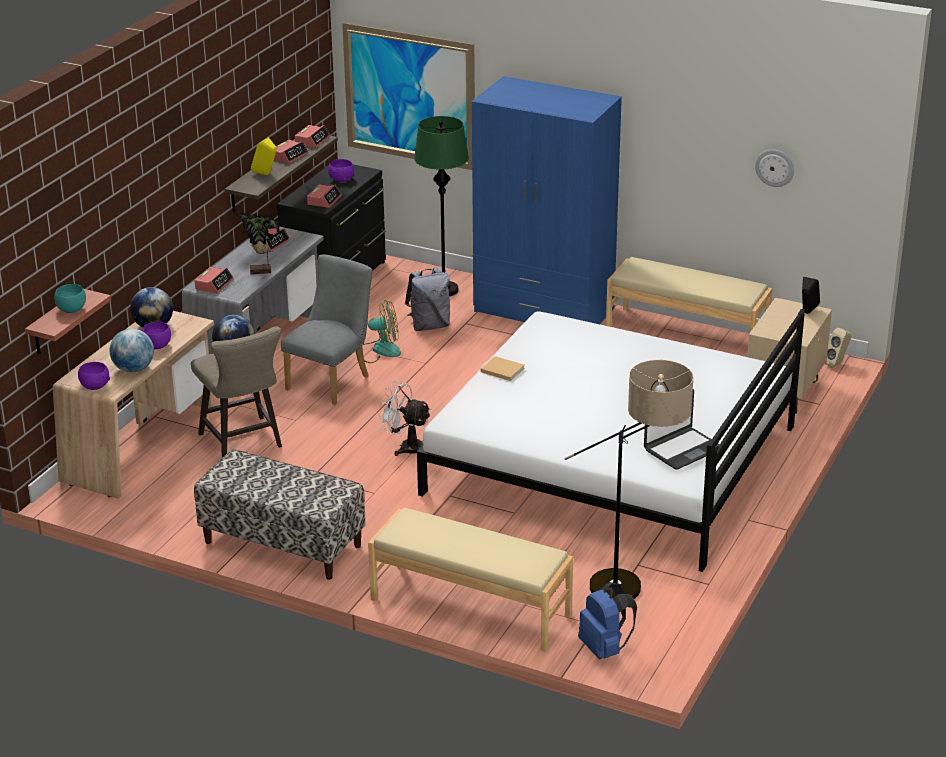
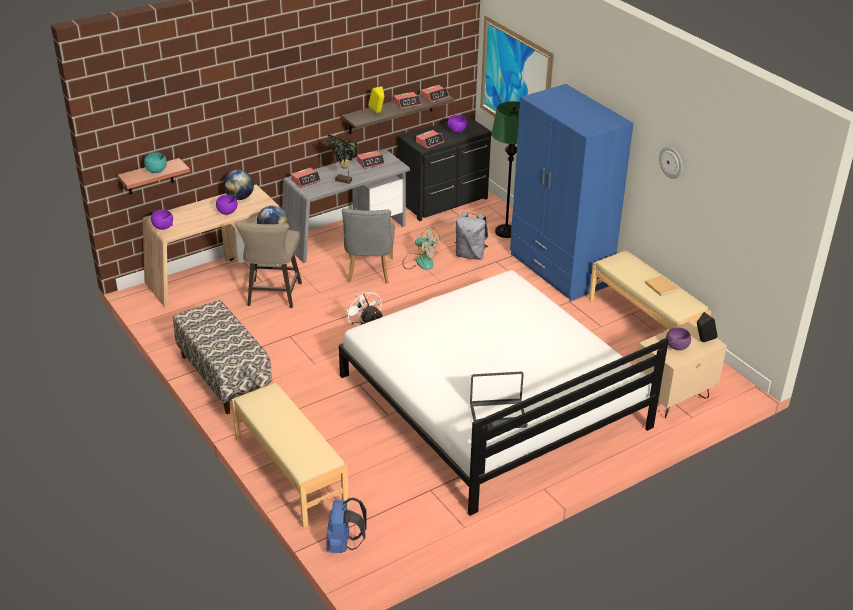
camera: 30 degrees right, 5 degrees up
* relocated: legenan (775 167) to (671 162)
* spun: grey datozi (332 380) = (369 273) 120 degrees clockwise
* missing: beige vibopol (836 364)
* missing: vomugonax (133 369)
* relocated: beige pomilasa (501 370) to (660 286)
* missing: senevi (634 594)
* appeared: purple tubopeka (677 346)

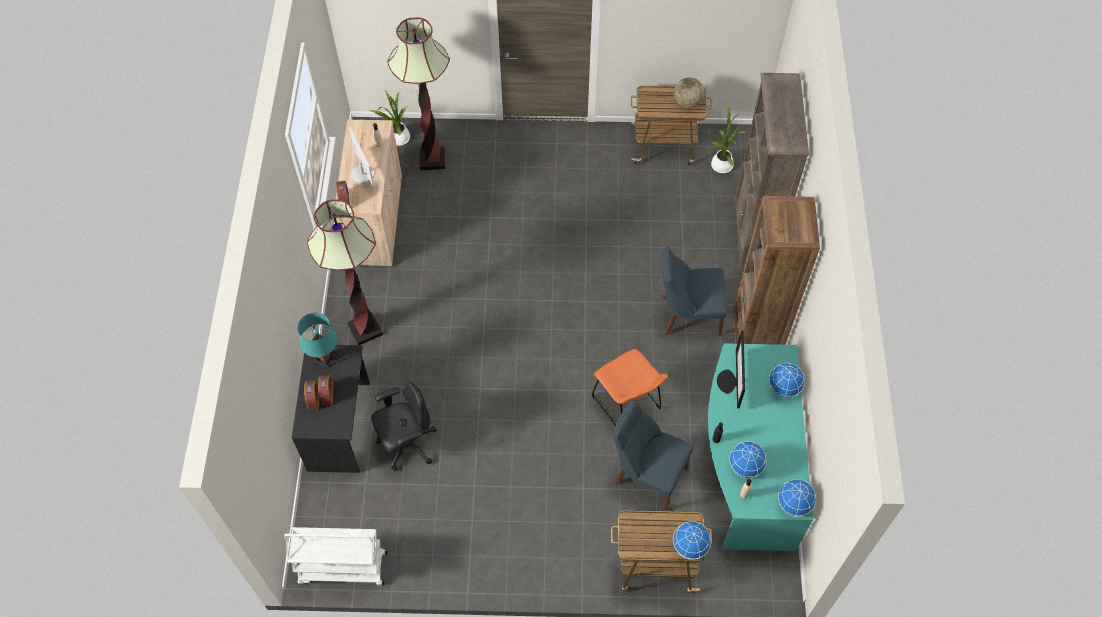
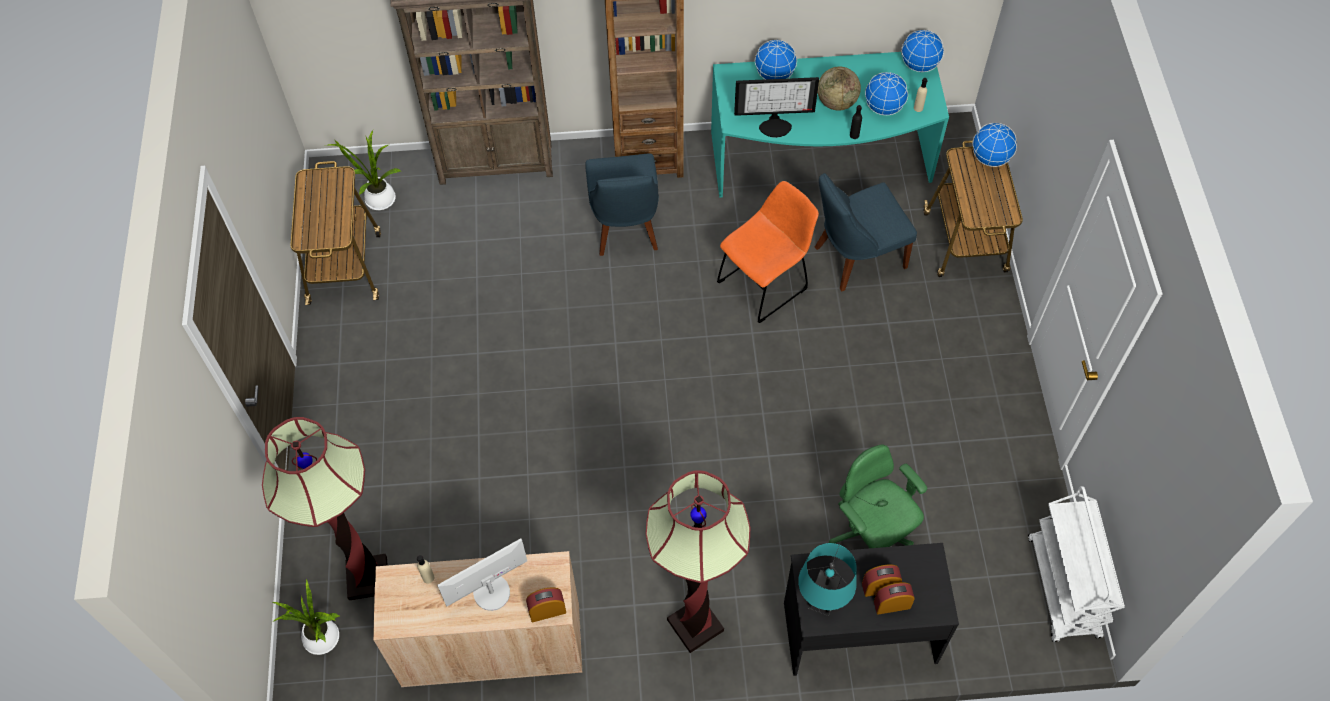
camera: 95 degrees left, 0 degrees up
* relocated: vomugonax (687 103) to (836 102)
* colour: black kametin (407 444) to green kametin (869 536)
* spun: blue datozi (647 474) = (856 258) 45 degrees clockwise

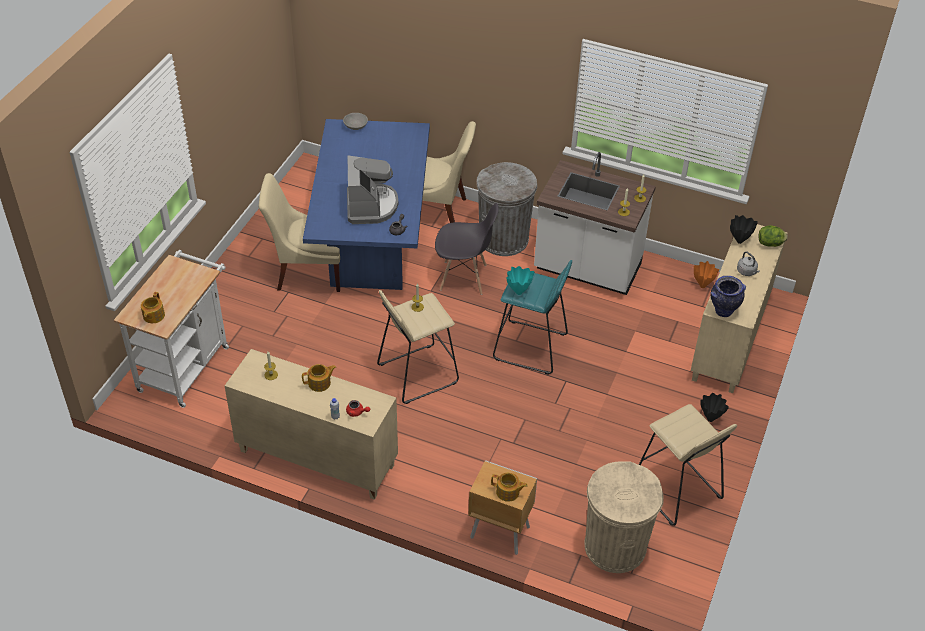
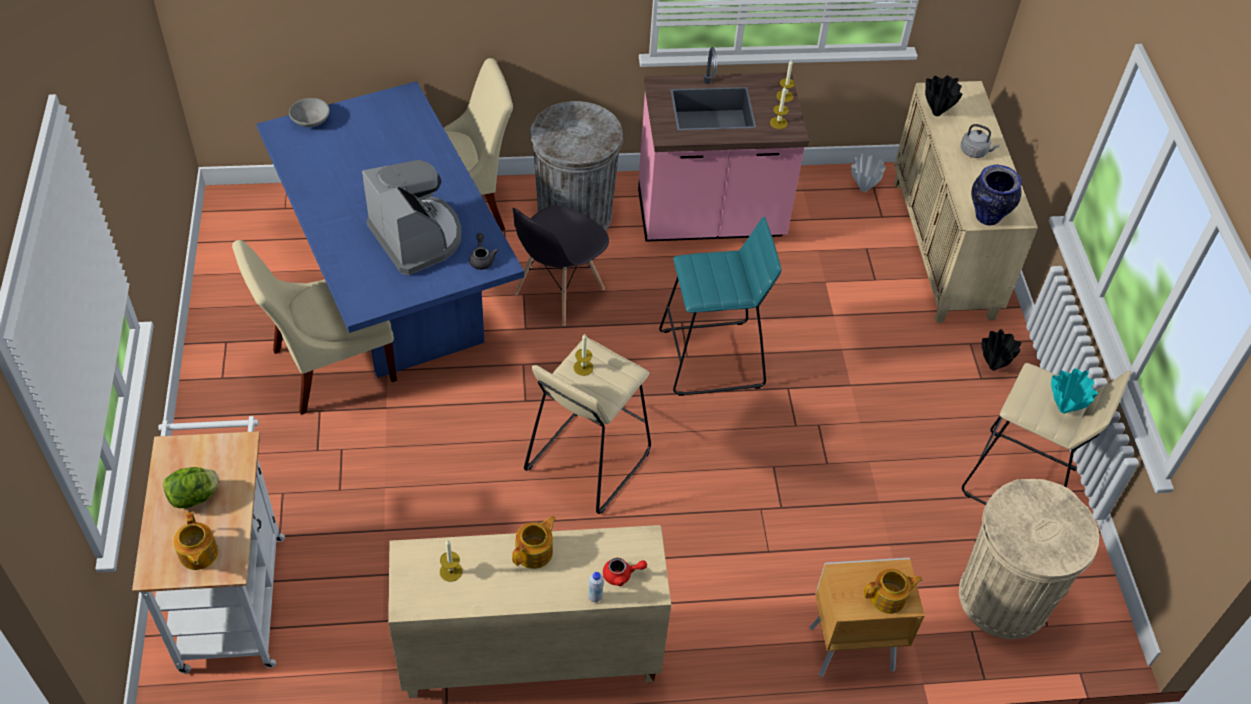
camera: 30 degrees left, 5 degrees up
* colour: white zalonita (587 269) to pink zalonita (710 219)
* spun: grey datozi (464 278) = (558 292) 150 degrees clockwise
* relocated: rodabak (770 244) to (194 497)
* colour: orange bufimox (702 285) to white bufimox (863 188)
* relocated: turquoise bufimox (518 292) to (1062 410)

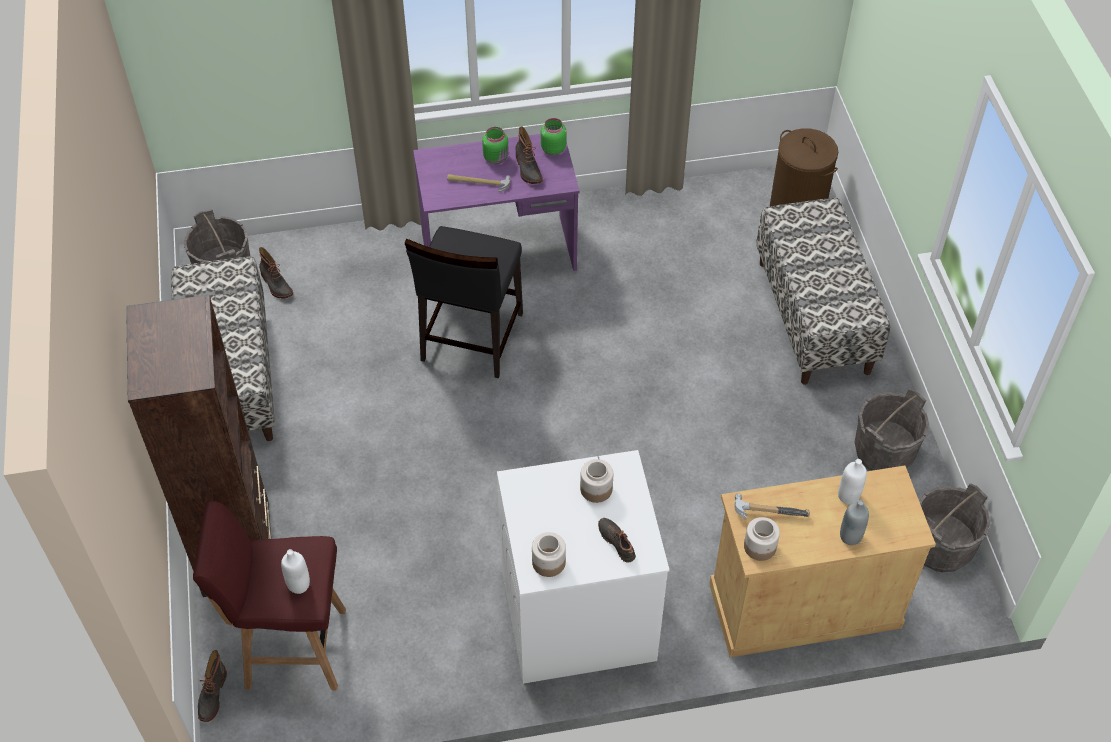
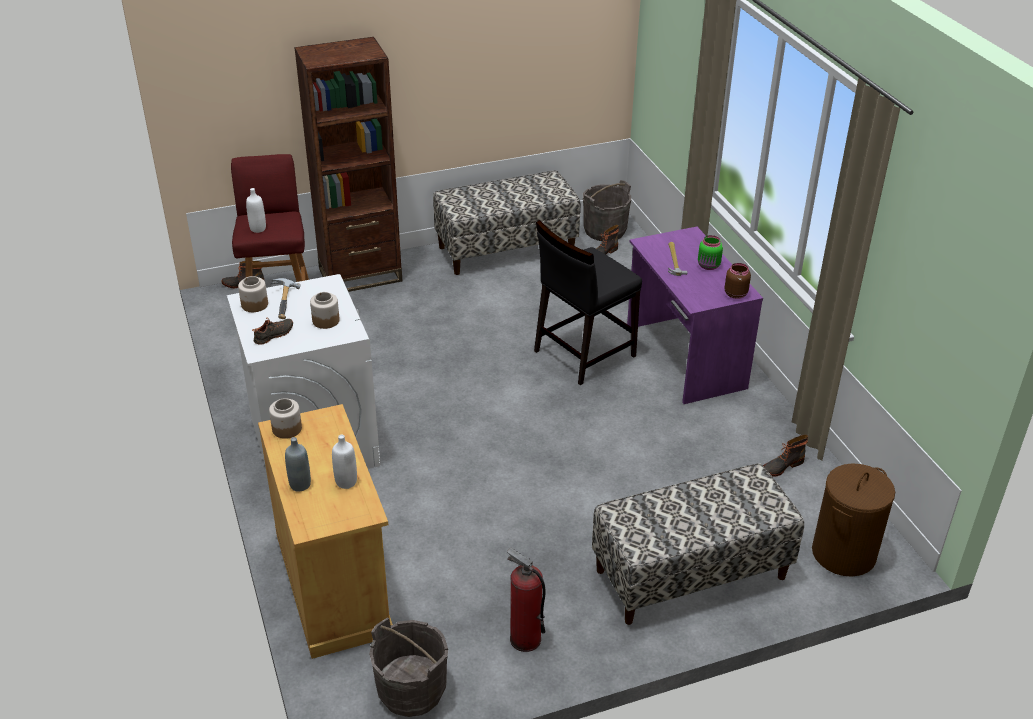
camera: 80 degrees right, 15 degrees down
* colour: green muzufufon (552 149) to brown muzufufon (736 294)
* relocated: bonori (527 169) to (781 466)
* spun: black datozi (471 337) = (583 353) 45 degrees counterclockwise
* exchanged: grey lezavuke (884 452) to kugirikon (525 639)
* relocated: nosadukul (767 510) to (287 302)

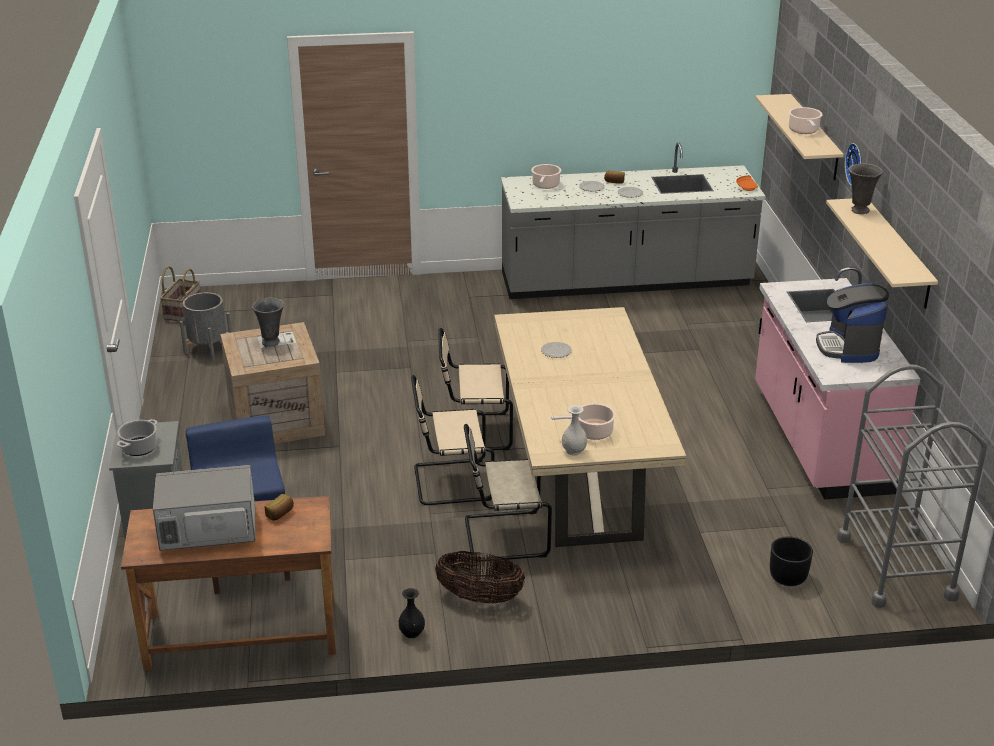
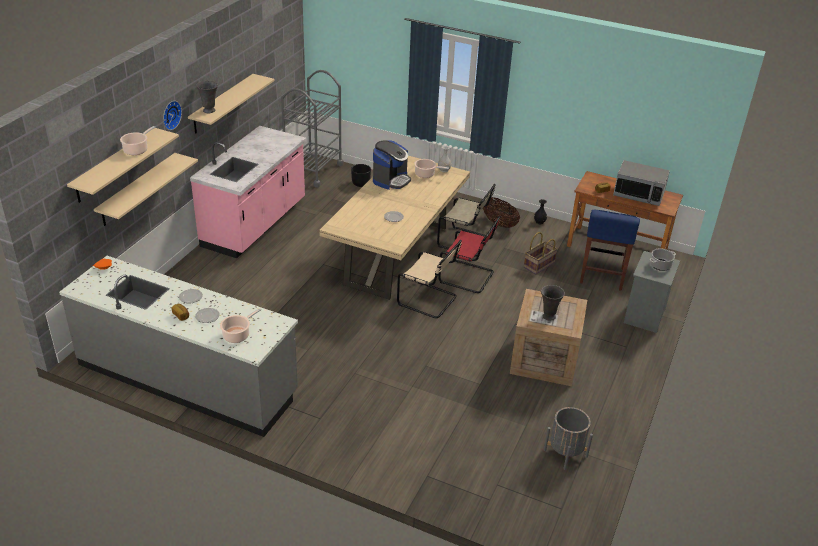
camera: 150 degrees left, 5 degrees up
* relocated: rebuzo (182 311) to (539 265)
* relocated: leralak (848 348) to (391 180)
* colour: beige datozi (449 483) to red datozi (468 277)
* appeared: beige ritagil (137 189)

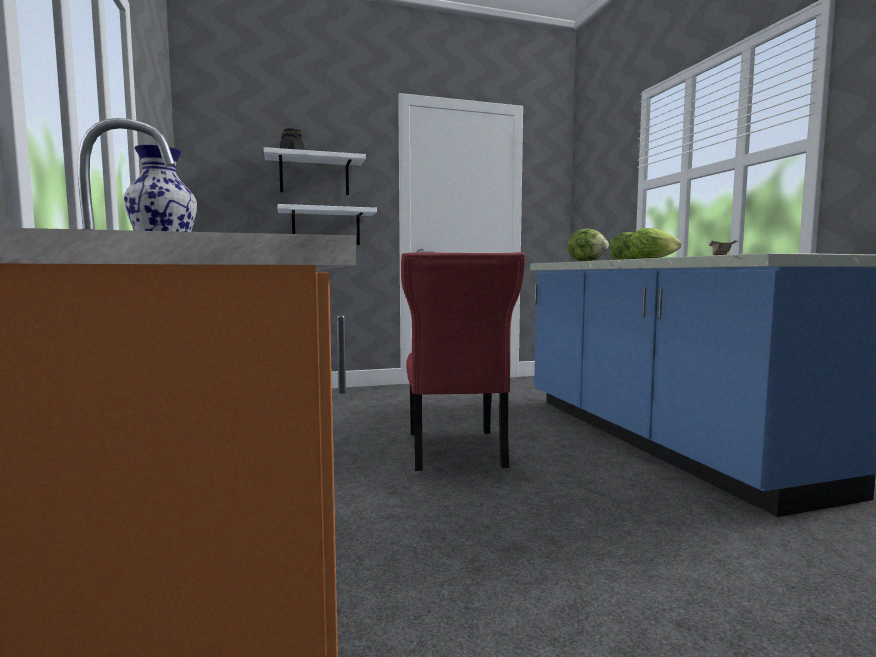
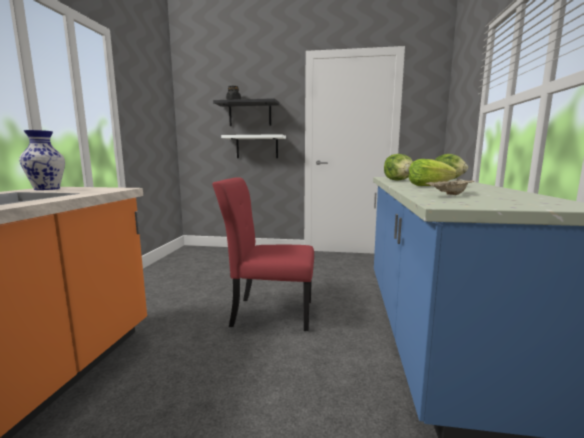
camera: 25 degrees right, 5 degrees up
* colour: white ritagil (314 176) to black ritagil (250 114)
* spun: red datozi (455 452) = (269 313) 75 degrees clockwise

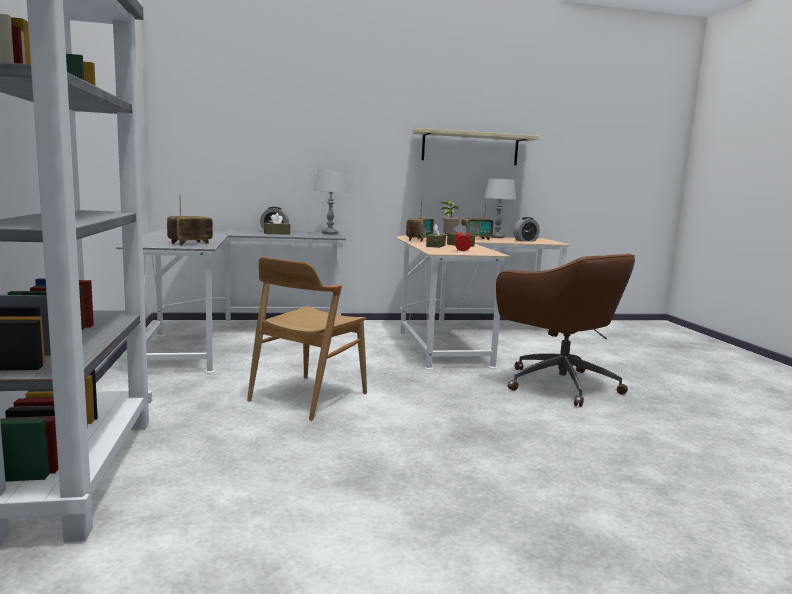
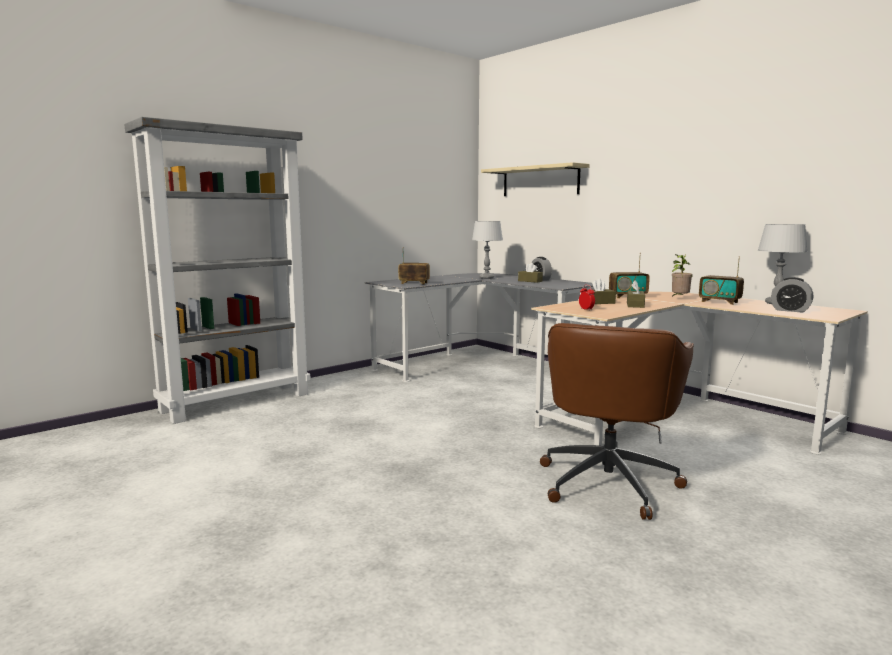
camera: 60 degrees right, 0 degrees up
* relocated: beige ritagil (470 148) to (540 181)
* relocated: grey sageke (330 233) to (487 278)
* missing: brown datozi (307 397)

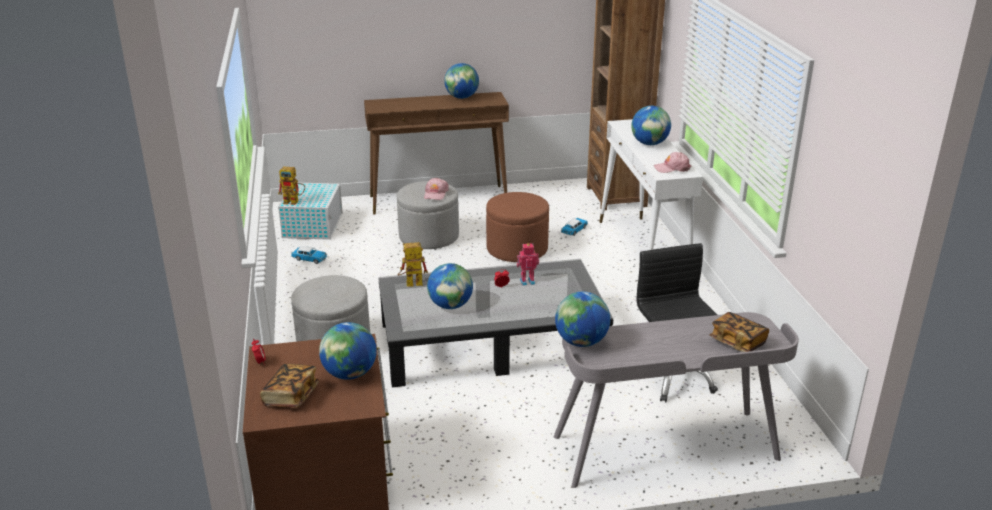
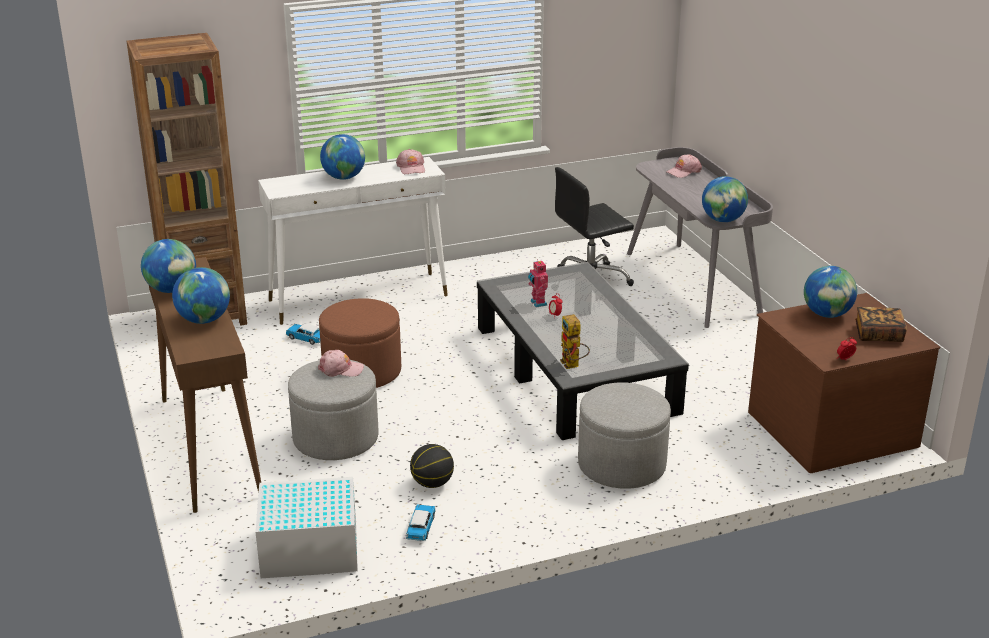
camera: 100 degrees left, 0 degrees up
* missing: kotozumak (294 201)
* relocated: vomugonax (450 305) to (204 320)
* exchanged: pomilasa (737 342) to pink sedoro (684 171)
* appeared: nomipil (432 483)

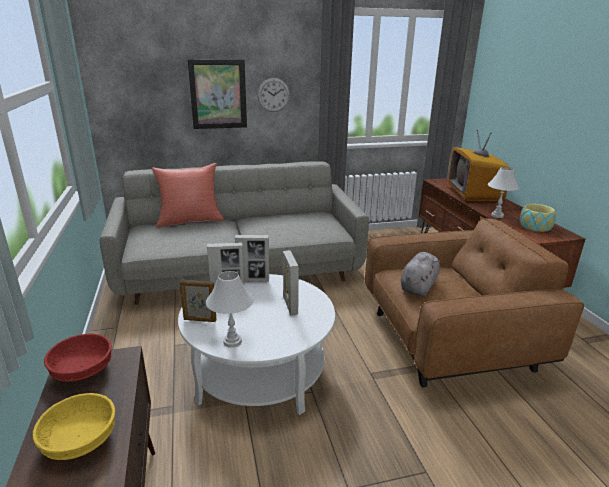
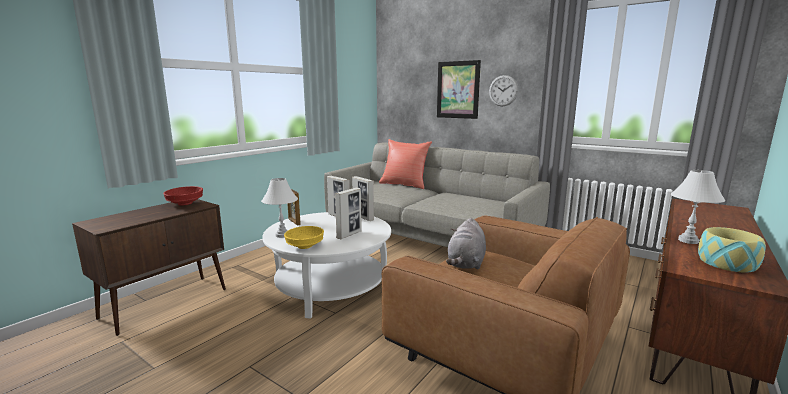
camera: 50 degrees right, 10 degrees down
* missing: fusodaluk (474 194)
* spun: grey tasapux (418 286) = (466 263) 120 degrees clockwise
* relocated: yellow tubopeka (79 440) to (305 246)

